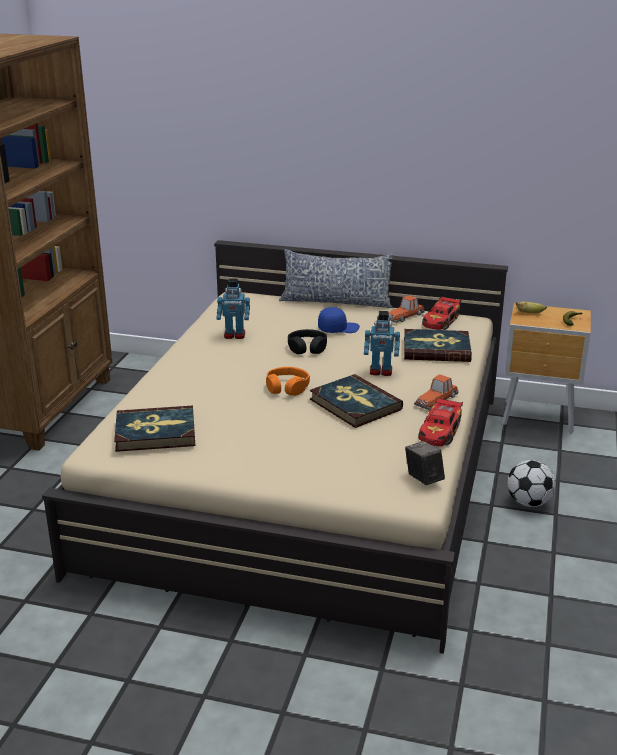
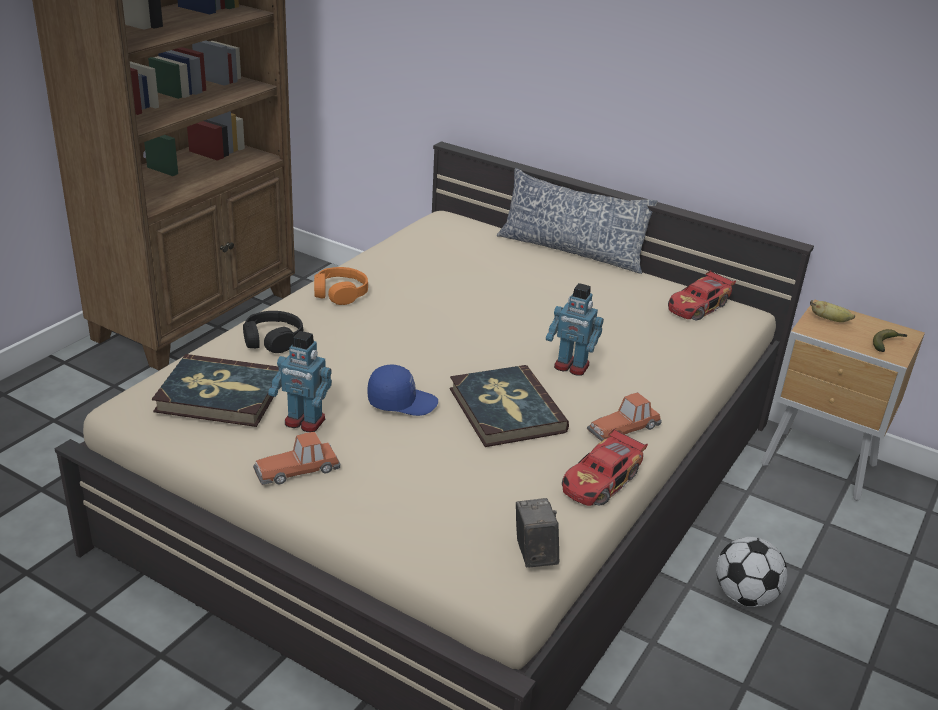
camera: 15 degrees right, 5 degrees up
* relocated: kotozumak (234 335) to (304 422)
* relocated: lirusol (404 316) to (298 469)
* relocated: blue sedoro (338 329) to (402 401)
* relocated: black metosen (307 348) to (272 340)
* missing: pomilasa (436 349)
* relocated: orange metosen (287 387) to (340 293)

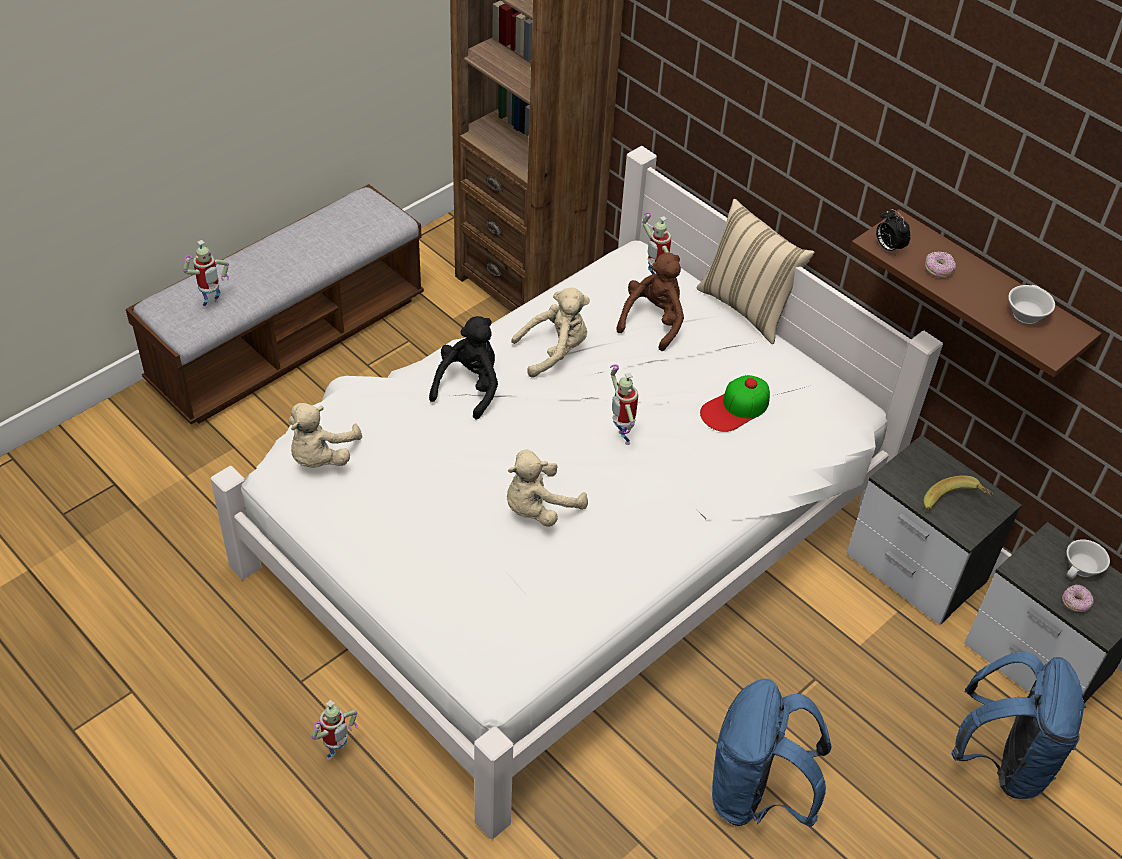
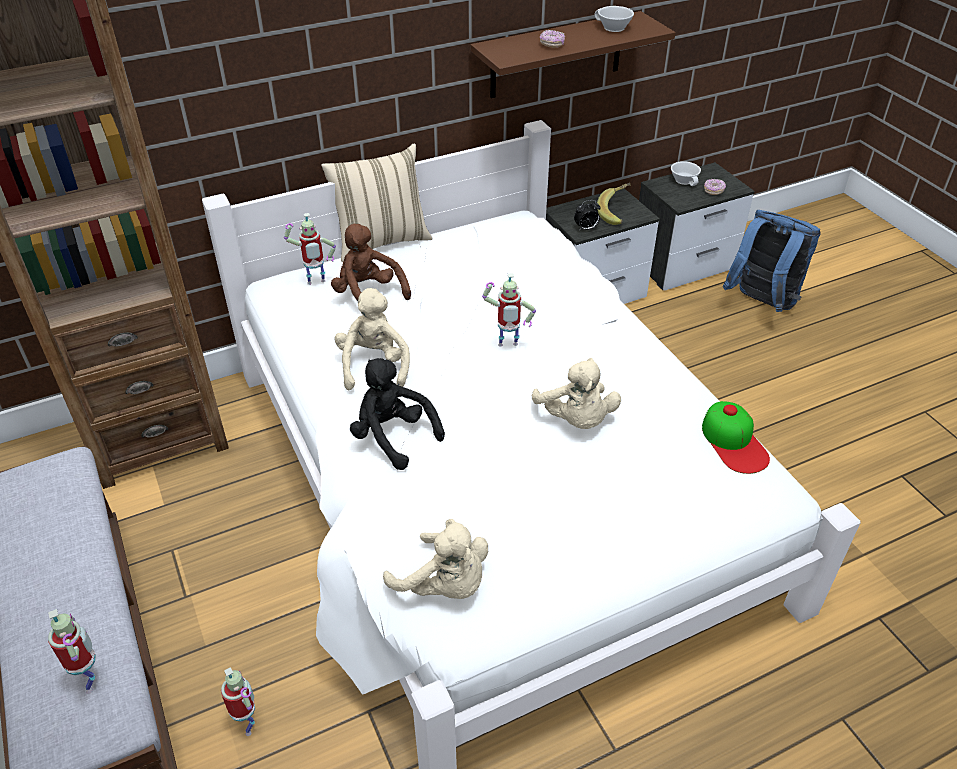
camera: 70 degrees left, 5 degrees down
* relocated: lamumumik (888 248) to (586 229)
* relocated: sedoro (735 408) to (734 442)
* missing: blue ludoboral (756 794)
* relocated: kotozumak (337 754) to (248 724)

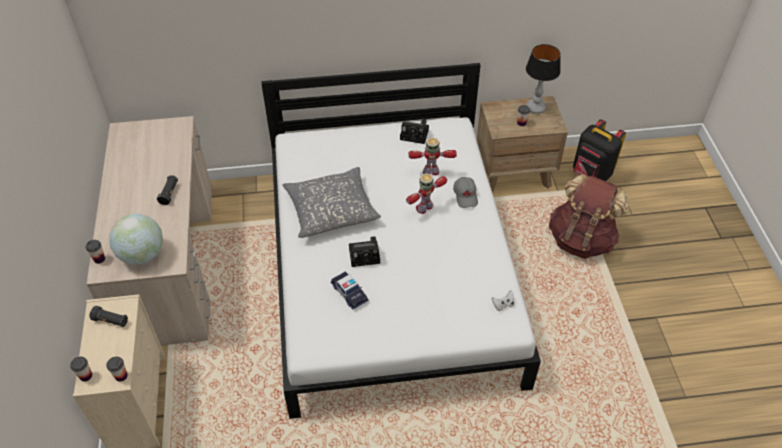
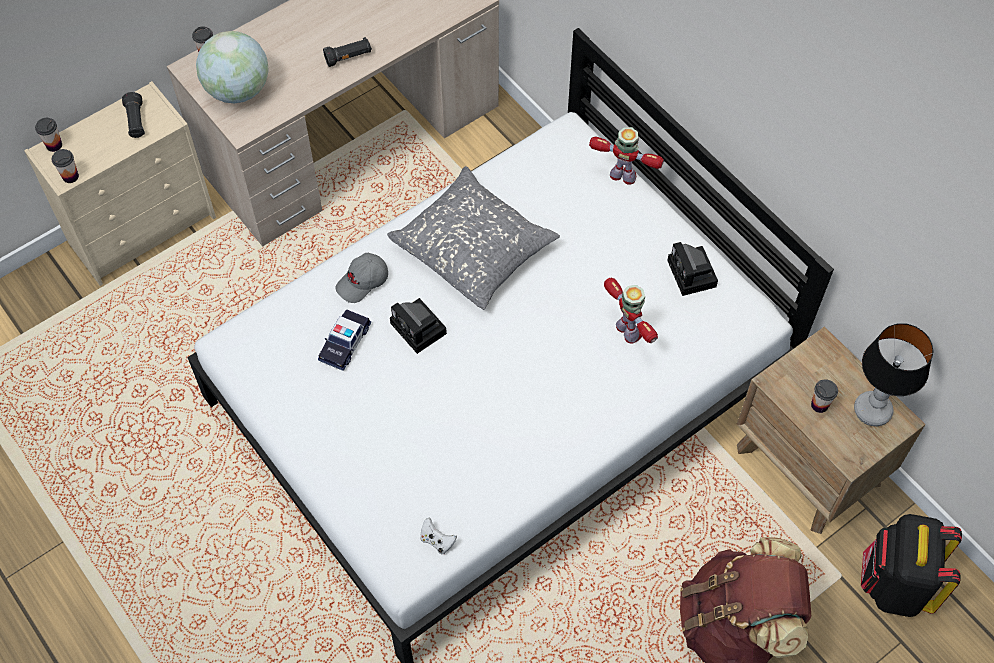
camera: 60 degrees right, 10 degrees up
* relocated: kotozumak (424 207) to (623 176)
* relocated: grey sedoro (466 196) to (363 282)

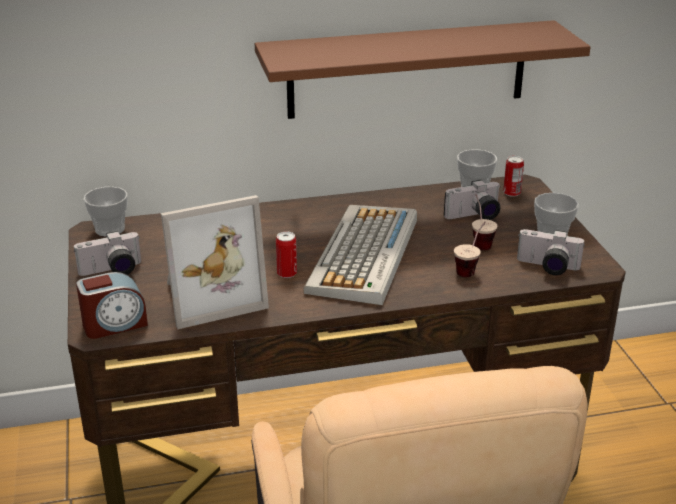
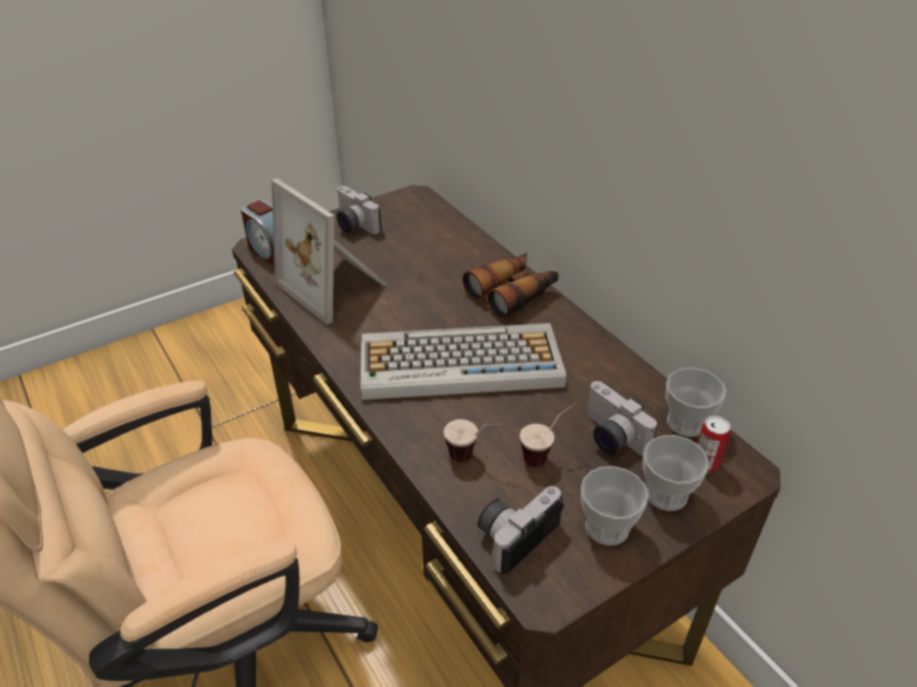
camera: 70 degrees right, 10 degrees up
* missing: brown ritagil (407 69)
* relocated: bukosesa (110 229) to (666 494)
* spun: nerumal (547 267) = (515 534) 45 degrees clockwise
* missing: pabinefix (287 273)
* appeared: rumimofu (513 293)

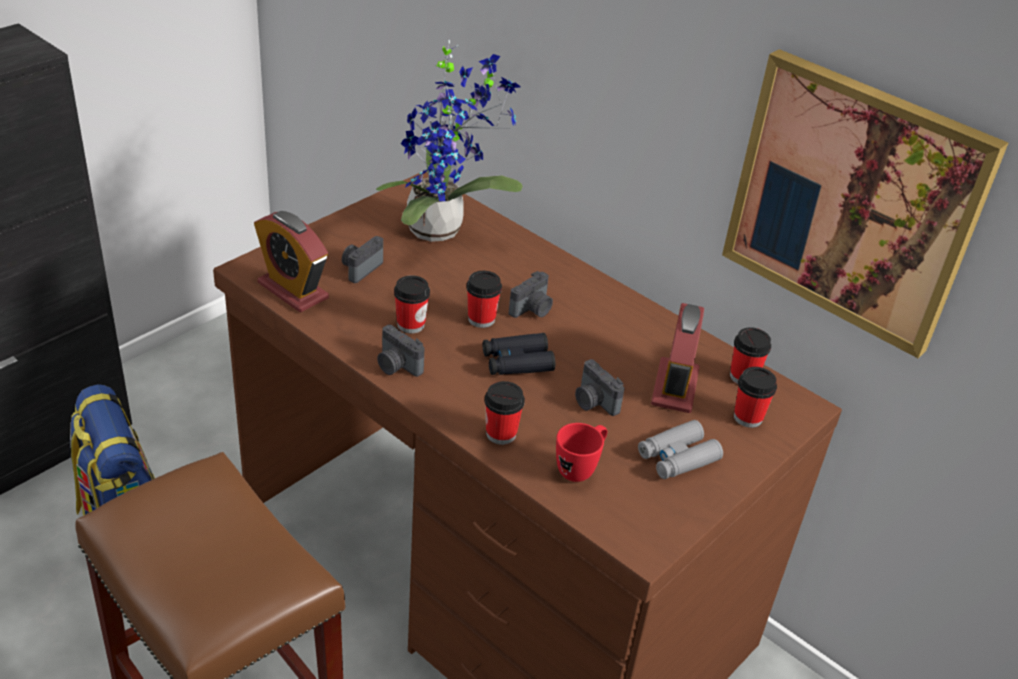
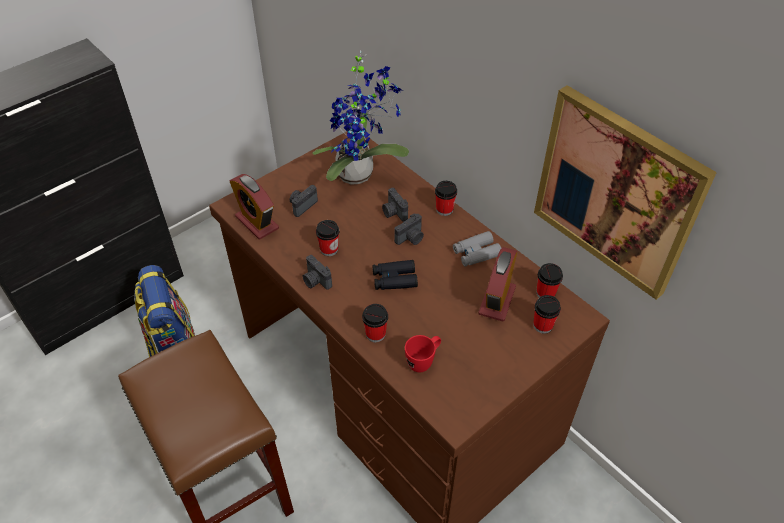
camera: 10 degrees right, 10 degrees up
* relocated: bukosesa (481 319) to (444 210)
* relocated: nerumal (593 402) to (393 212)
* relocated: grey rumimofu (677 457) to (476 253)

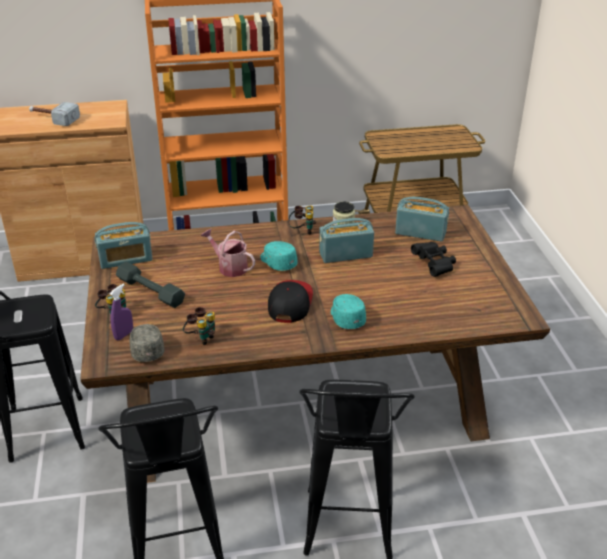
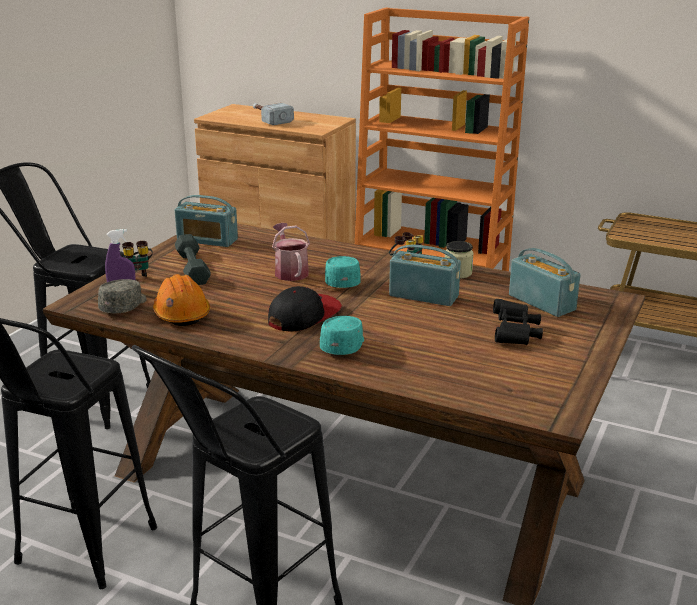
camera: 35 degrees right, 10 degrees down
* exchanged: rumimofu (201 337) to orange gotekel (181 314)

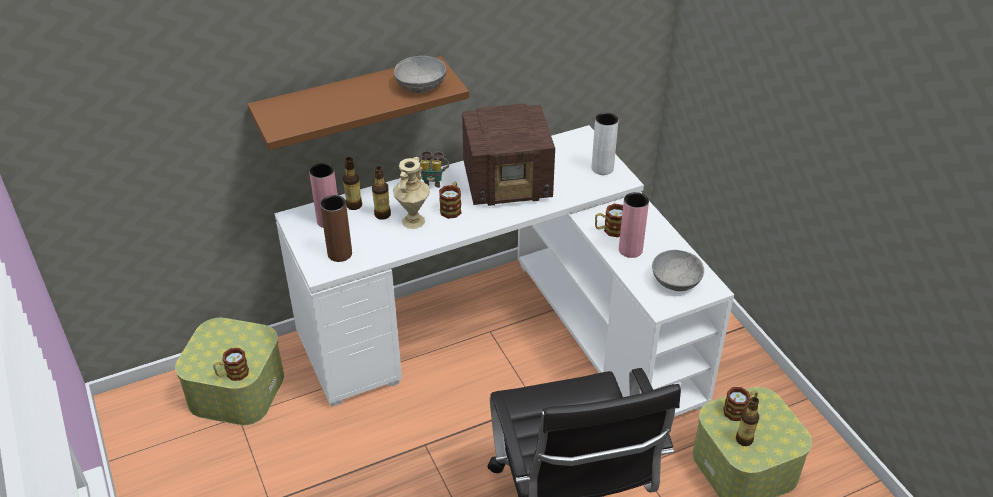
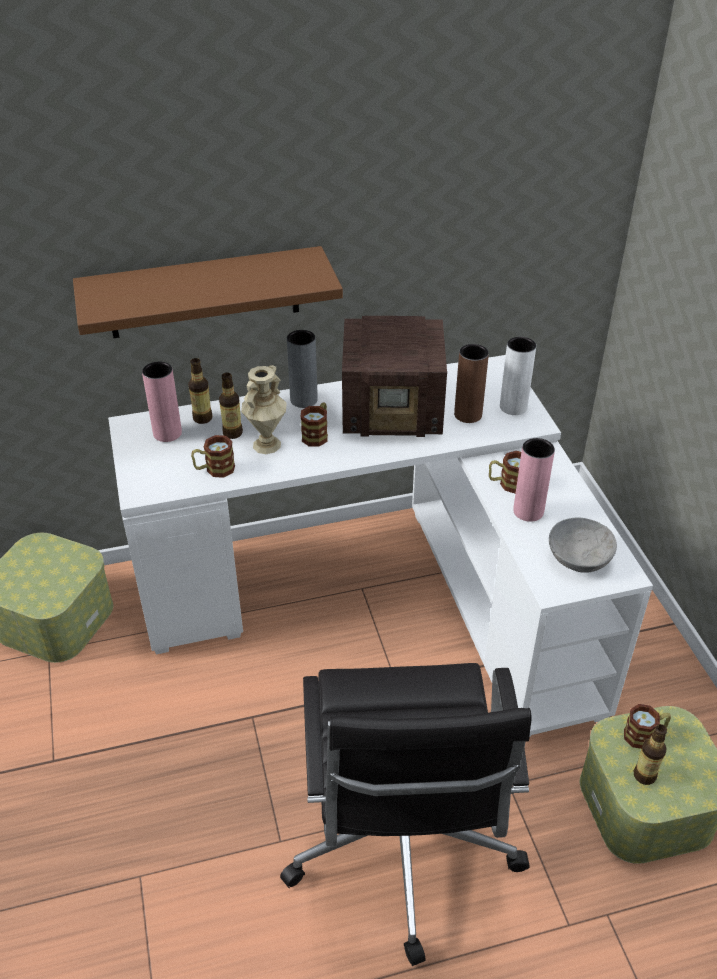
camera: 10 degrees right, 0 degrees up
* missing: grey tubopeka (421 85)
* exchanged: rumimofu (433 181) to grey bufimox (303 400)
* relocated: brown bufimox (340 254) to (468 415)
* relocated: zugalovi (232 374) to (214 469)

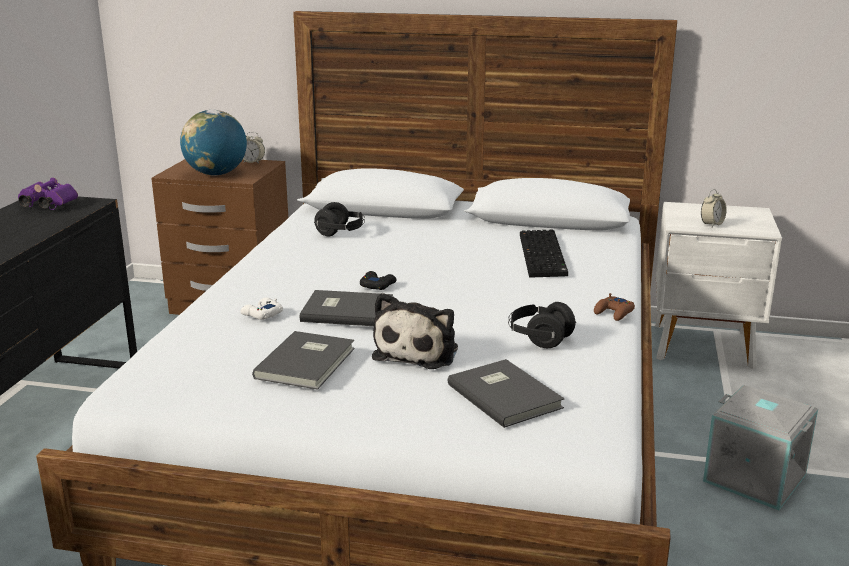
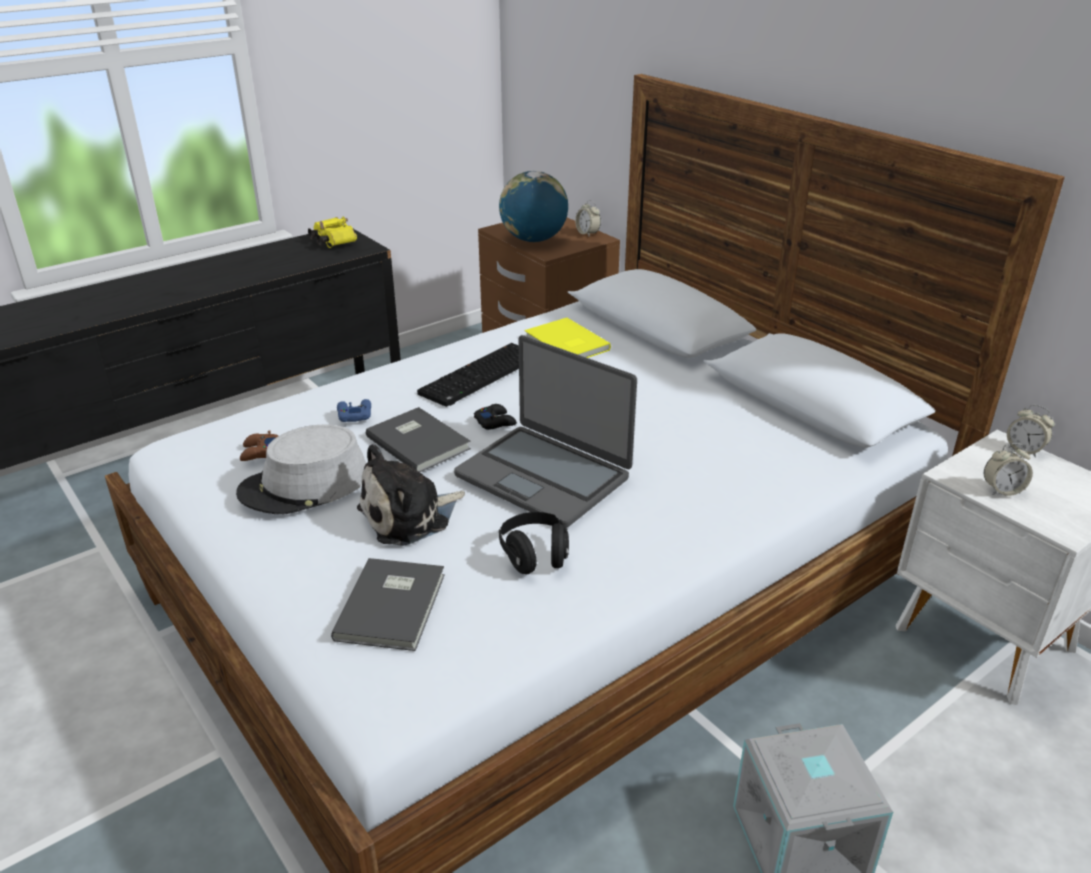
camera: 40 degrees right, 10 degrees up
* colour: purple rumimofu (46 205) to yellow rumimofu (332 242)
* exchanged: black metosen (341 233) to yellow pomilasa (565 344)
* relocated: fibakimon (544 255) to (481 377)
* relocated: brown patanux (614 313) to (260 452)
* colour: white patanux (261 314) to blue patanux (354 415)
* exchanged: grey pomilasa (308 362) to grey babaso (304 485)
* appeared: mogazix (544 476)
* appeared: lamumumik (1024 450)

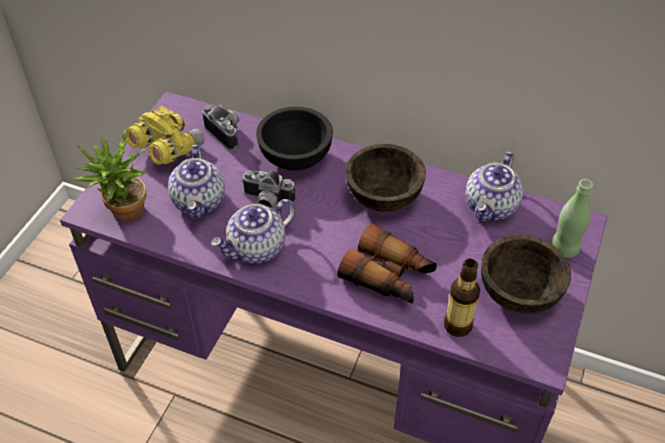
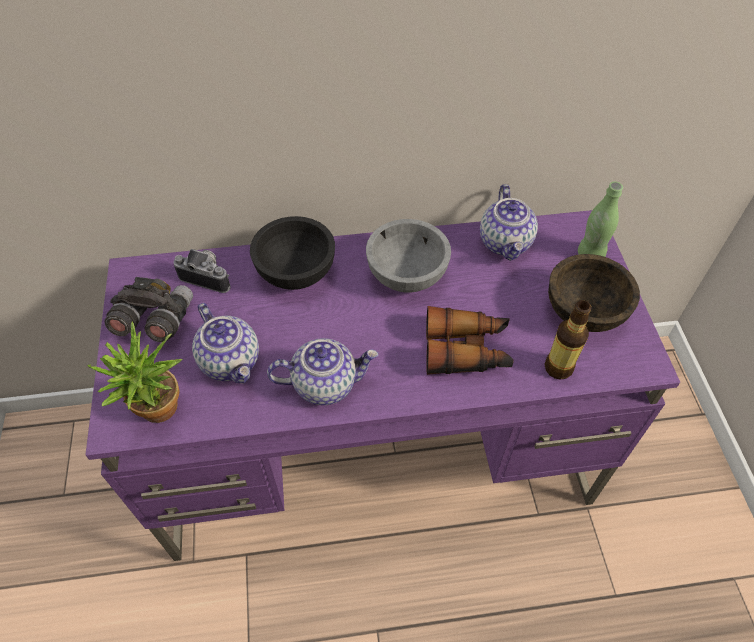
camera: 30 degrees left, 5 degrees up
* colour: yellow rumimofu (166 149) to grey rumimofu (155 321)
* colour: brown tubopeka (384 196) to grey tubopeka (407 274)
* missing: nerumal (266 201)
* spun: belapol (257 249) = (325 383) 120 degrees counterclockwise

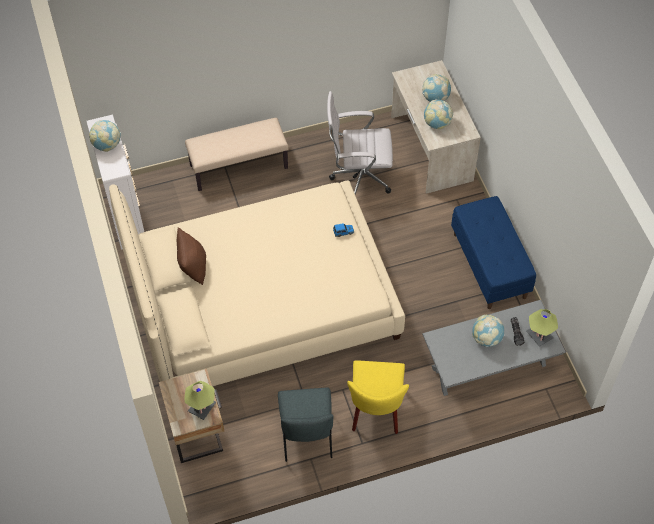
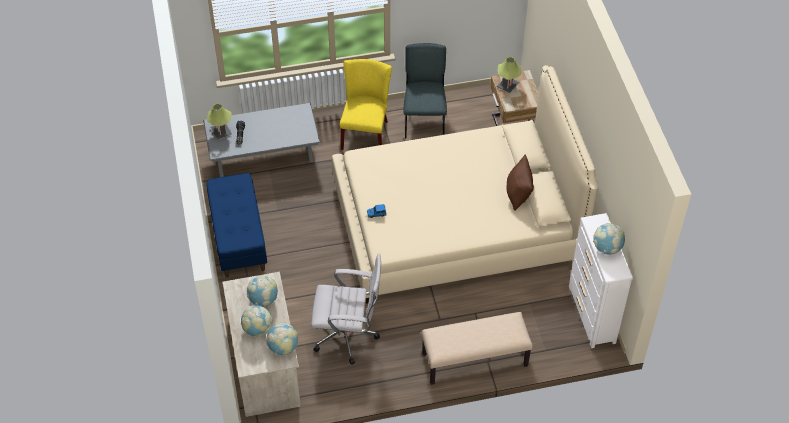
camera: 175 degrees left, 5 degrees down
* relocated: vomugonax (486 338) to (283 347)

